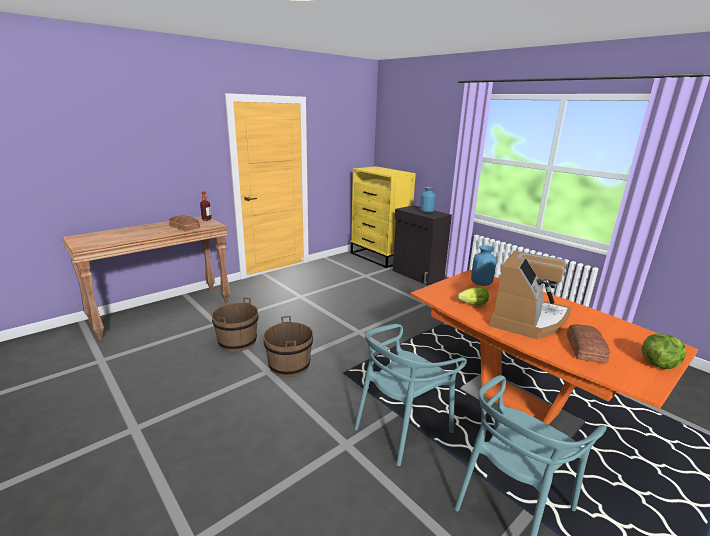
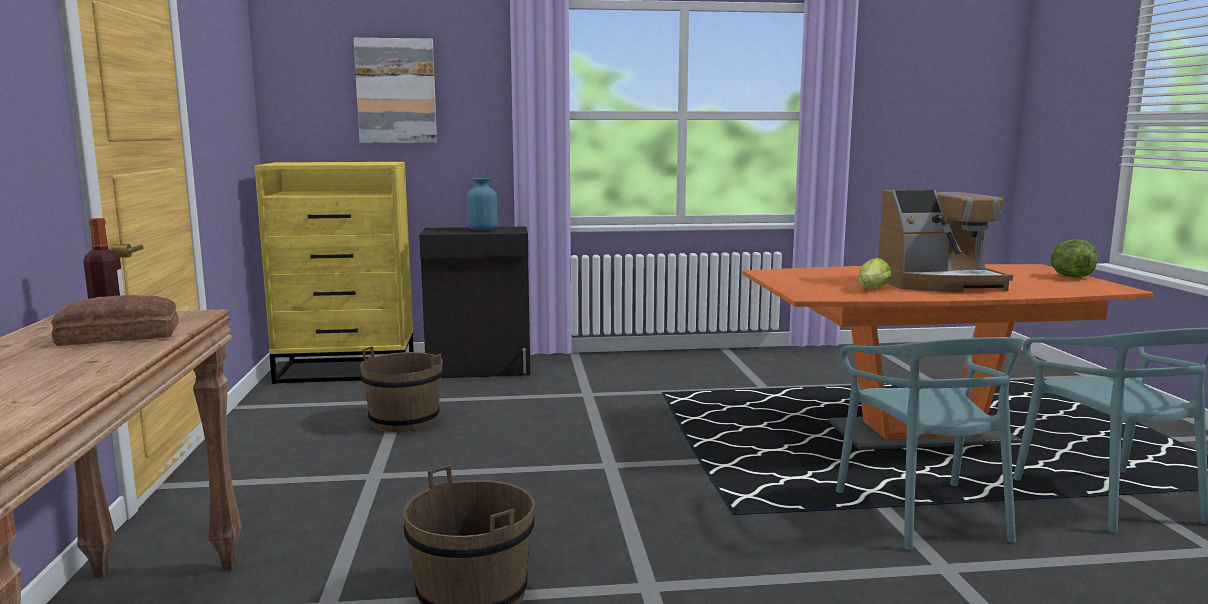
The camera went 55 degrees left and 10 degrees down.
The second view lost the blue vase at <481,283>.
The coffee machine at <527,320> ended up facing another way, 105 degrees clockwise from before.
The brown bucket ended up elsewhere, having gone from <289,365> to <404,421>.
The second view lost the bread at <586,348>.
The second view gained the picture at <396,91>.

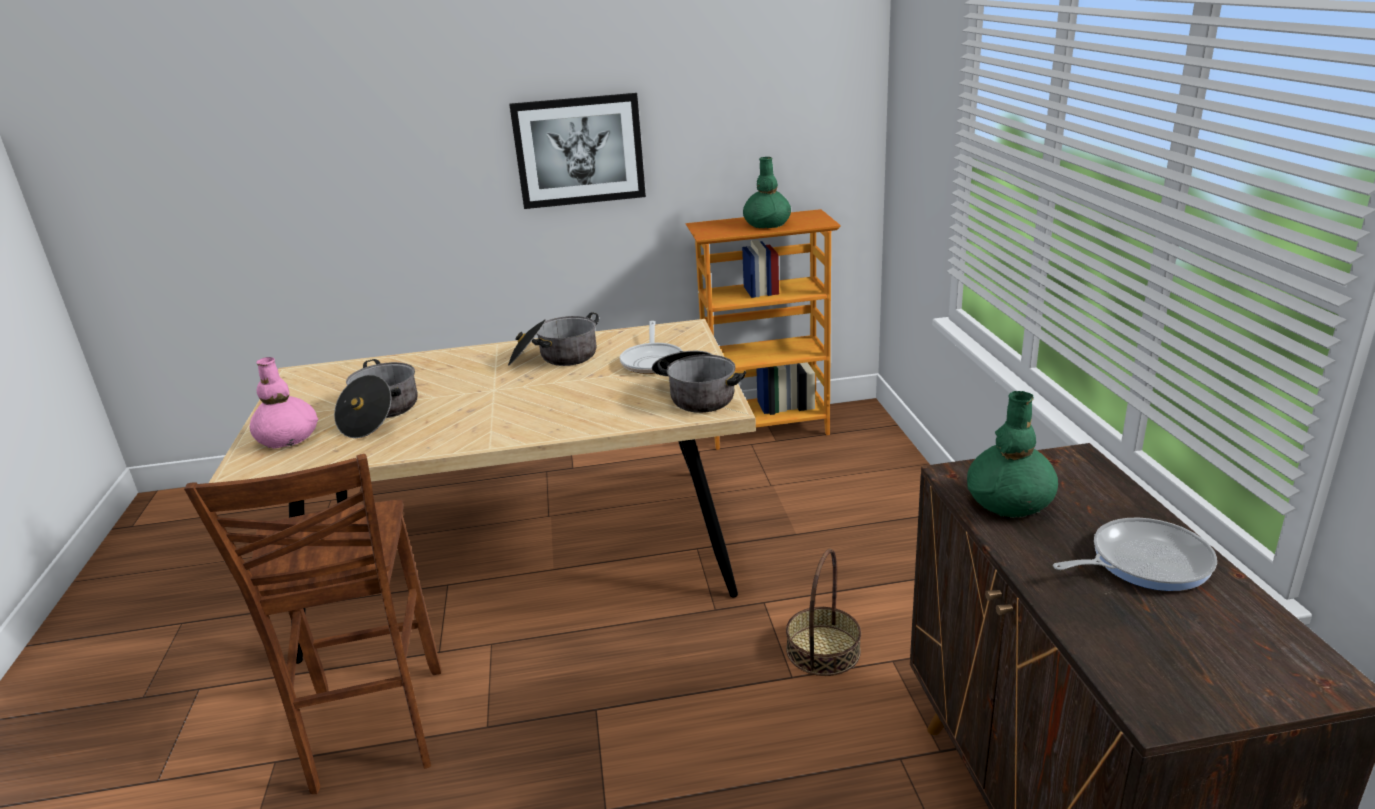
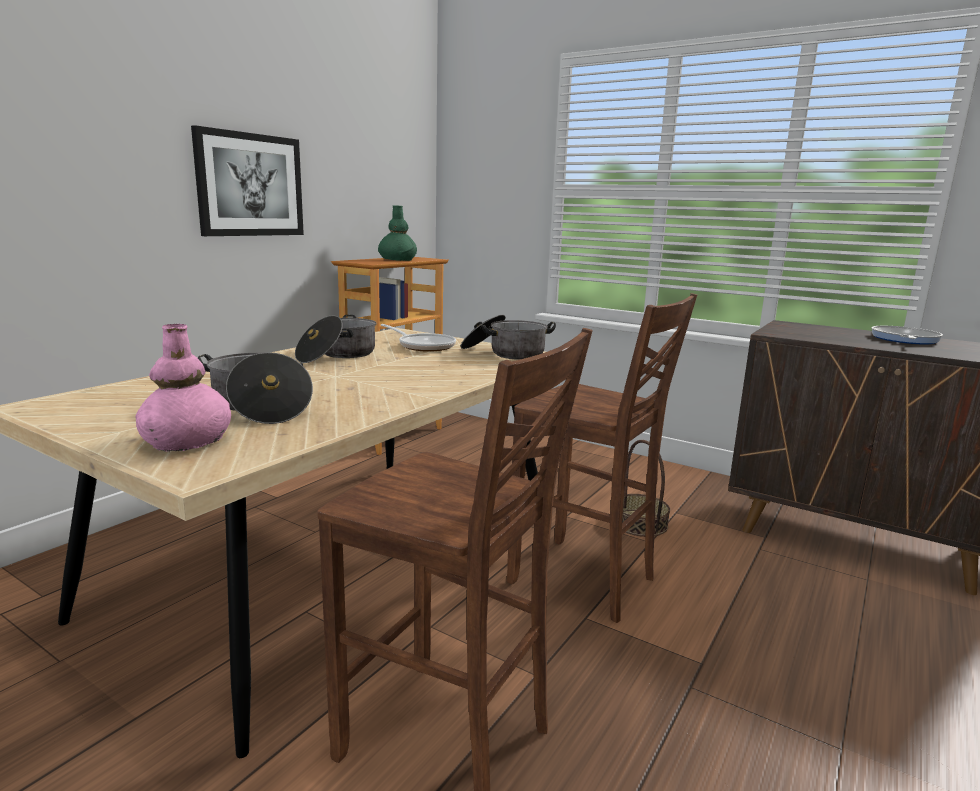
The camera went 50 degrees left and 10 degrees down.
The second view lost the green vase at <1010,501>.
The second view gained the brown stool at <585,581>.

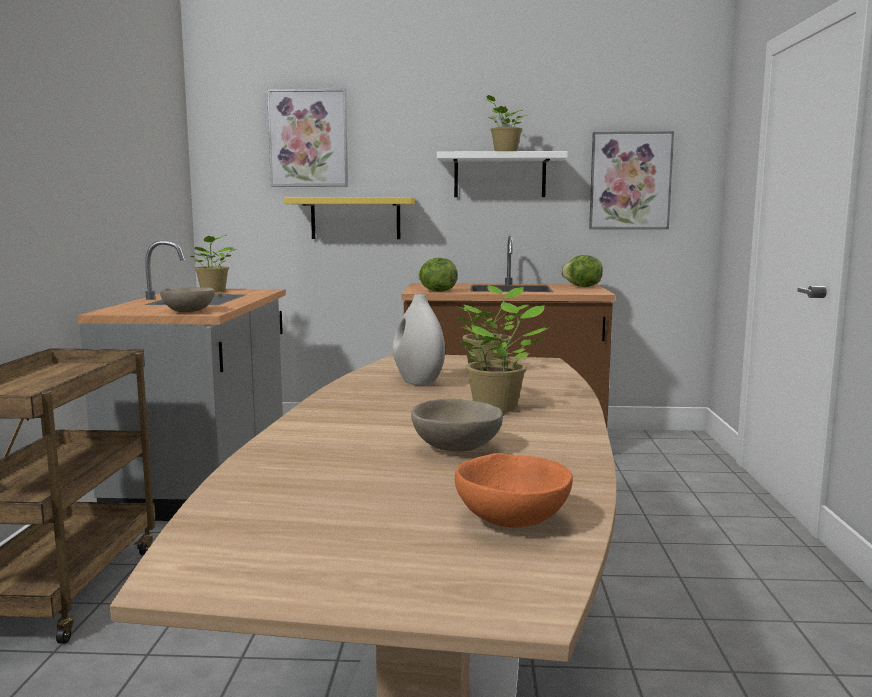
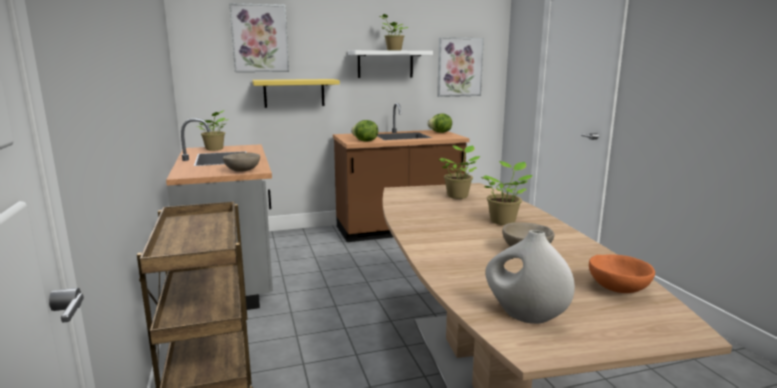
The camera went 20 degrees left and 5 degrees up.
The white vase ended up elsewhere, having gone from <417,382> to <524,316>.

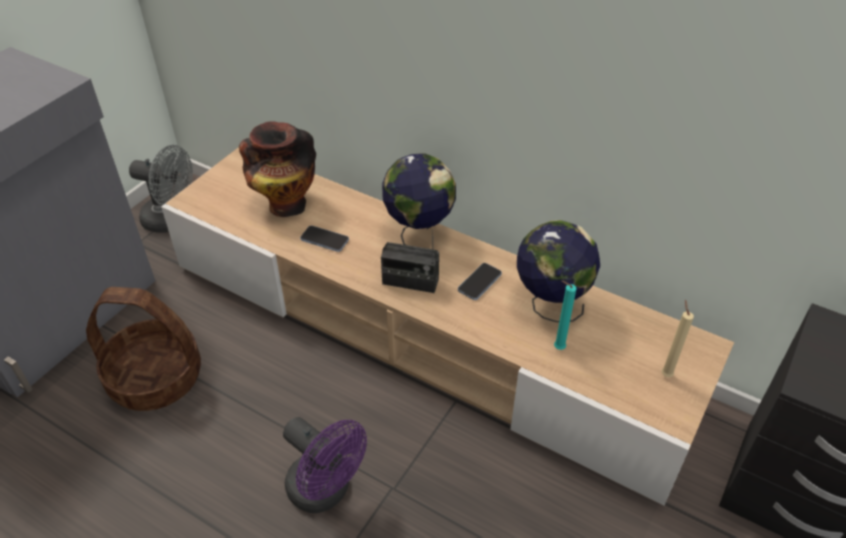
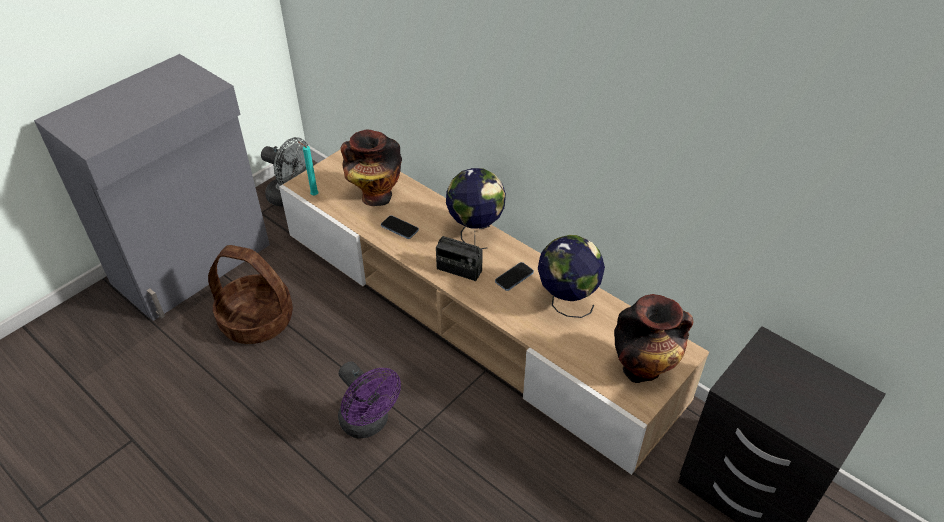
The camera went 10 degrees right and 0 degrees up.
The turquoise candle ended up elsewhere, having gone from <557,348> to <313,195>.
Where the beige candle stood at <665,374>, the vase came to stand at <644,368>.

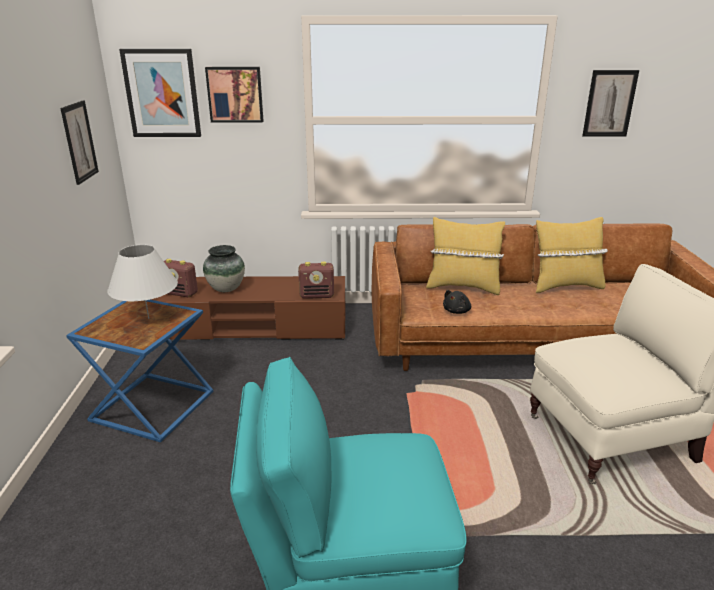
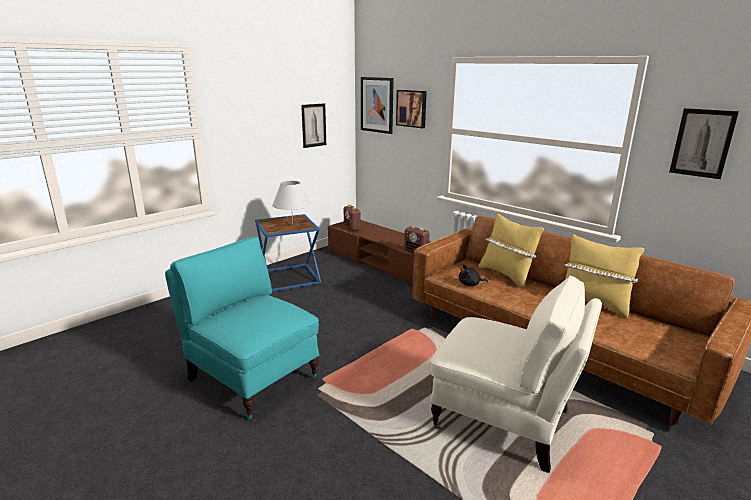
The camera went 45 degrees right and 5 degrees down.
The second view lost the vase at <226,289>.

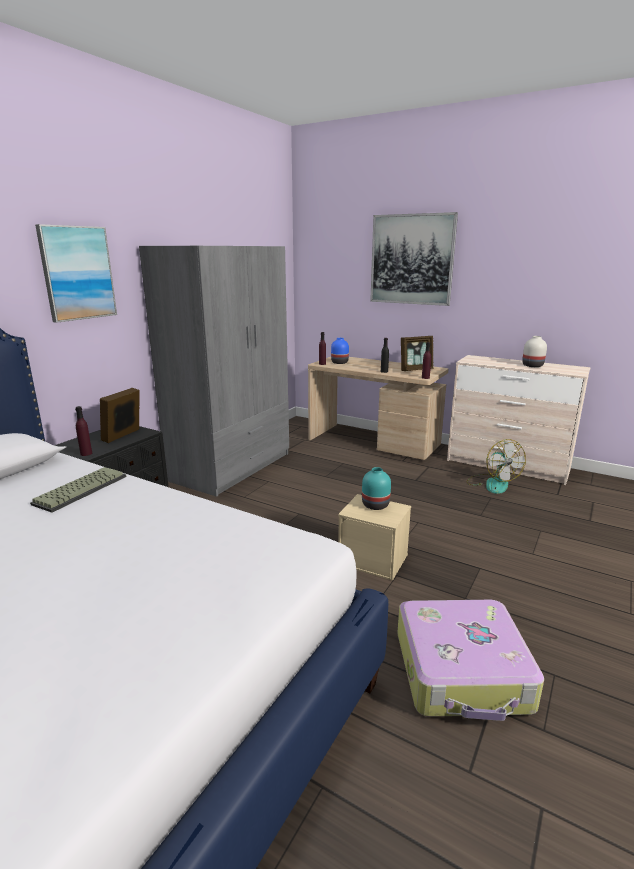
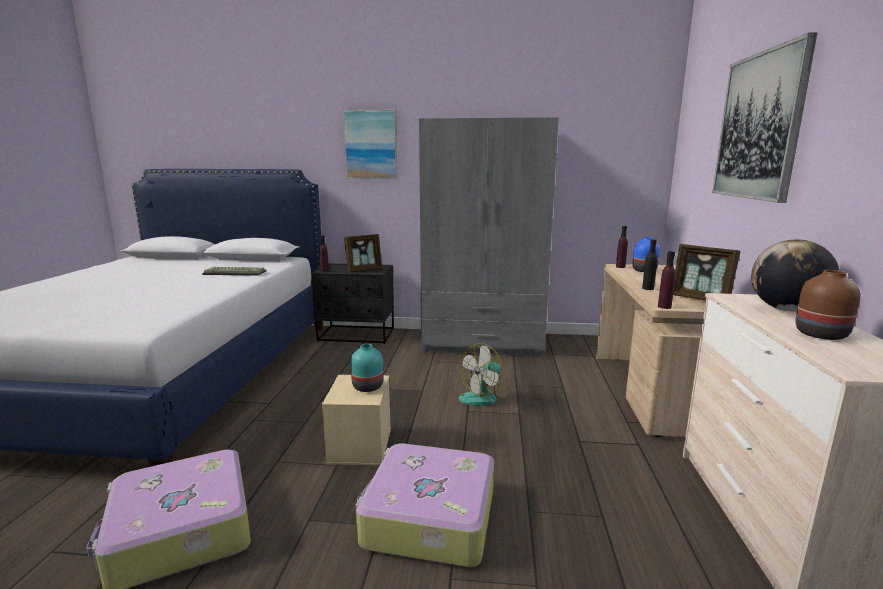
The camera went 65 degrees right and 5 degrees down.
What was the white vase at <532,365> turned into the brown vase at <819,334>.
The picture frame at <123,436> ended up facing another way, 150 degrees clockwise from before.
The fan ended up elsewhere, having gone from <492,483> to <485,397>.
The second view gained the globe at <786,309>.
The second view gained the suitcase at <428,518>.

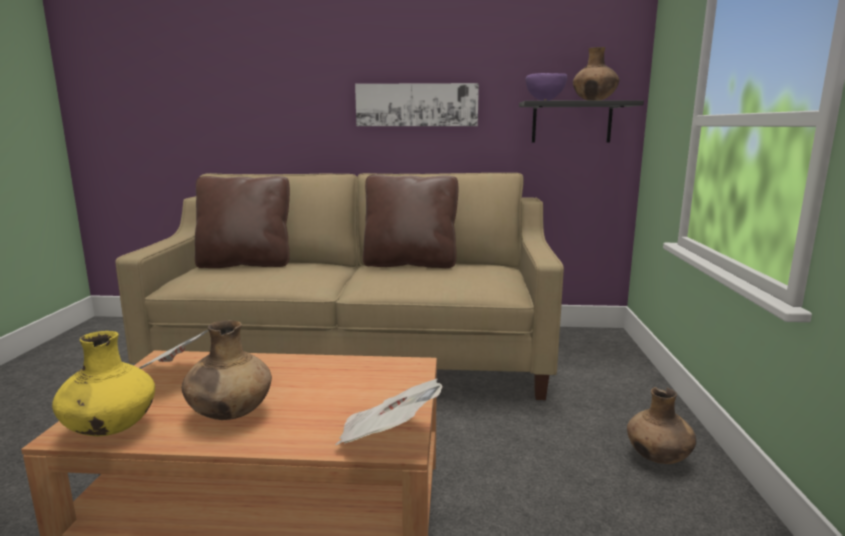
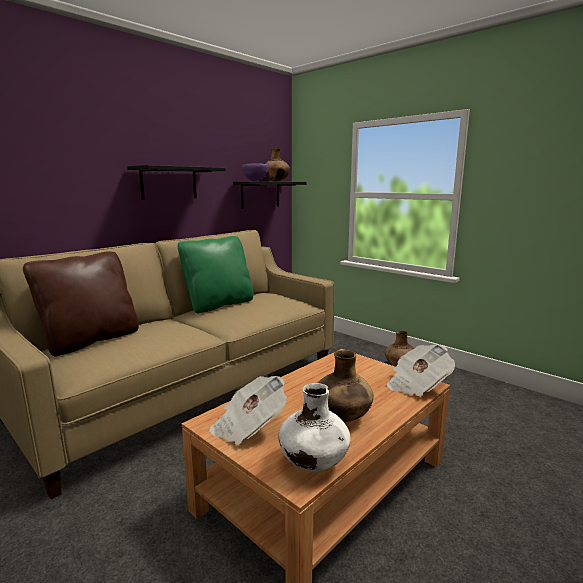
The camera went 50 degrees left and 0 degrees up.
Where the picture hung at <416,105>, the black shelf came to hang at <169,183>.
What was the brown pillow at <410,264> turned into the green pillow at <219,304>.
What was the yellow vase at <110,429> turned into the white vase at <313,463>.

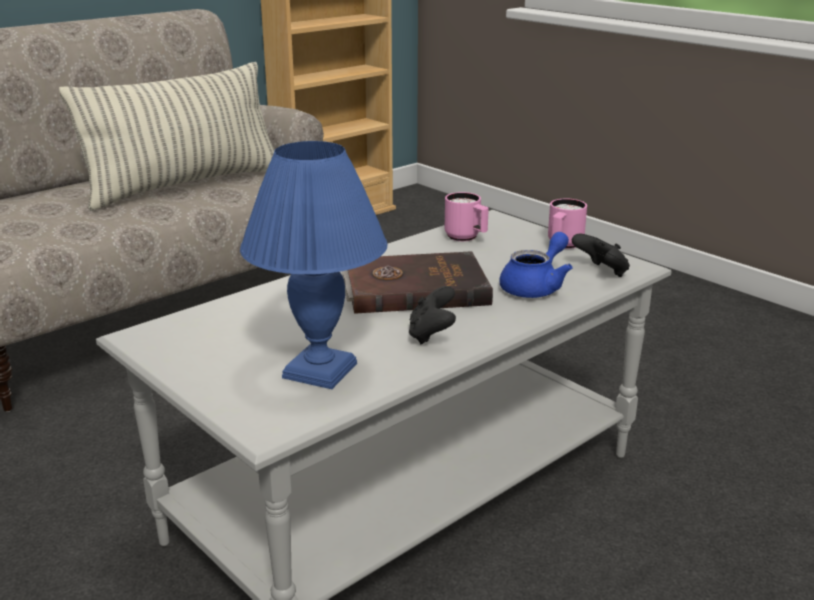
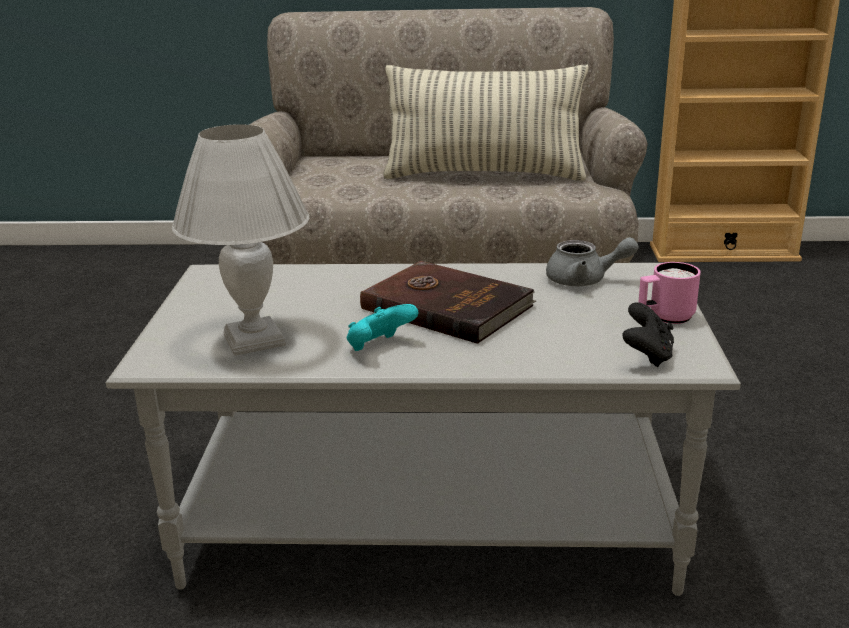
The camera went 45 degrees right and 0 degrees up.
What was the blue table lamp at <320,369> turned into the white table lamp at <256,339>.
Where the pink mug stood at <466,238>, the grey teapot came to stand at <585,280>.
The second view lost the blue teapot at <536,287>.
What was the black game controller at <431,335> turned into the turquoise game controller at <379,347>.

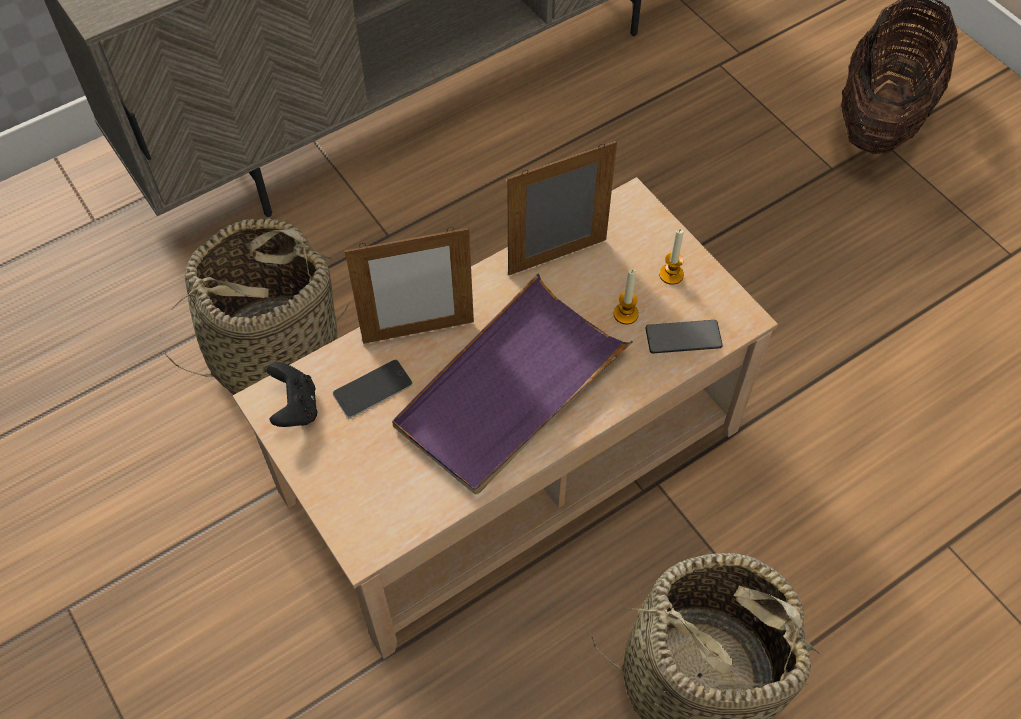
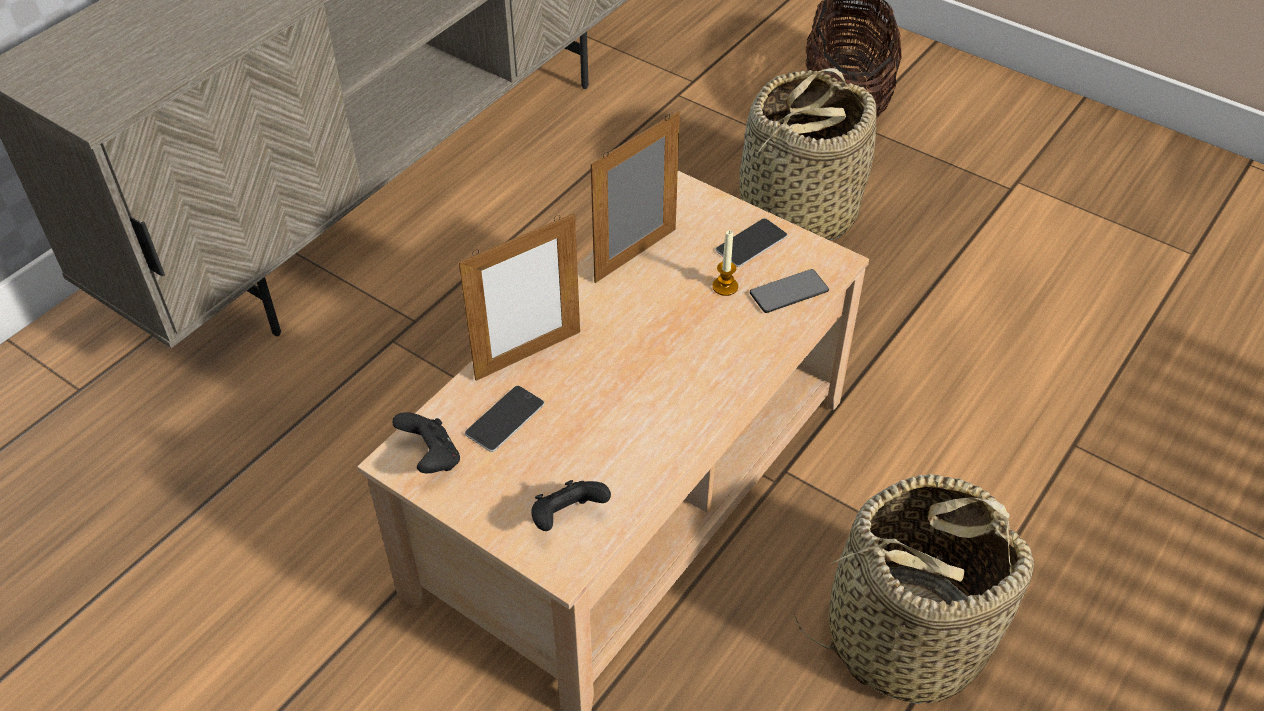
The camera went 20 degrees left and 10 degrees down.
The basket ended up elsewhere, having gone from <274,352> to <797,211>.
Where the candle stood at <671,274>, the phone came to stand at <751,243>.
The second view lost the purple tray at <510,388>.
The second view gained the black game controller at <567,518>.

